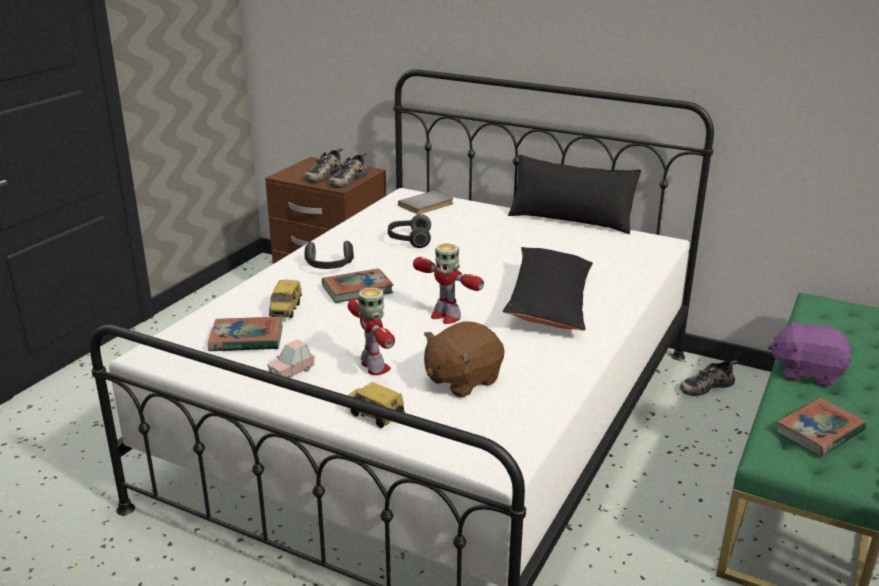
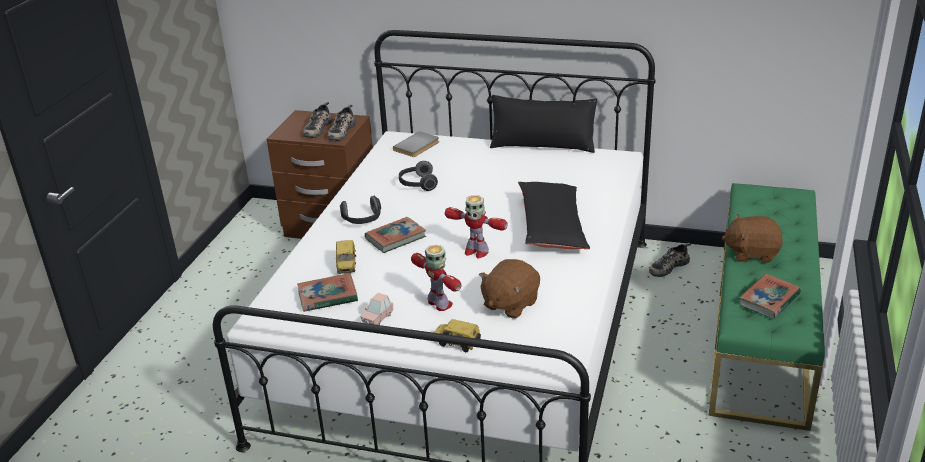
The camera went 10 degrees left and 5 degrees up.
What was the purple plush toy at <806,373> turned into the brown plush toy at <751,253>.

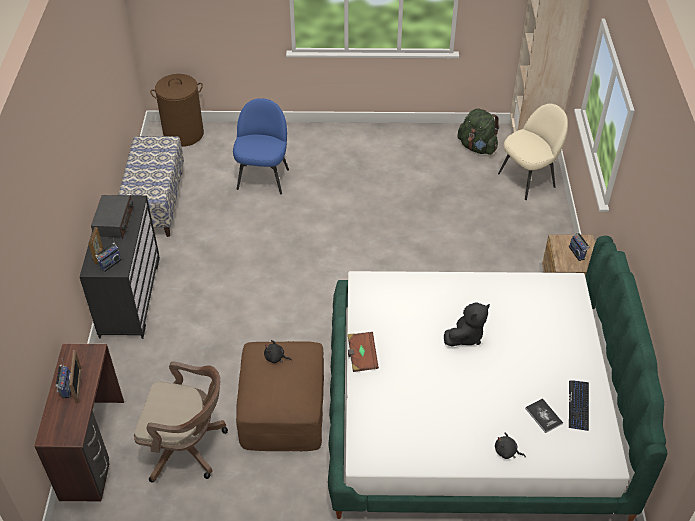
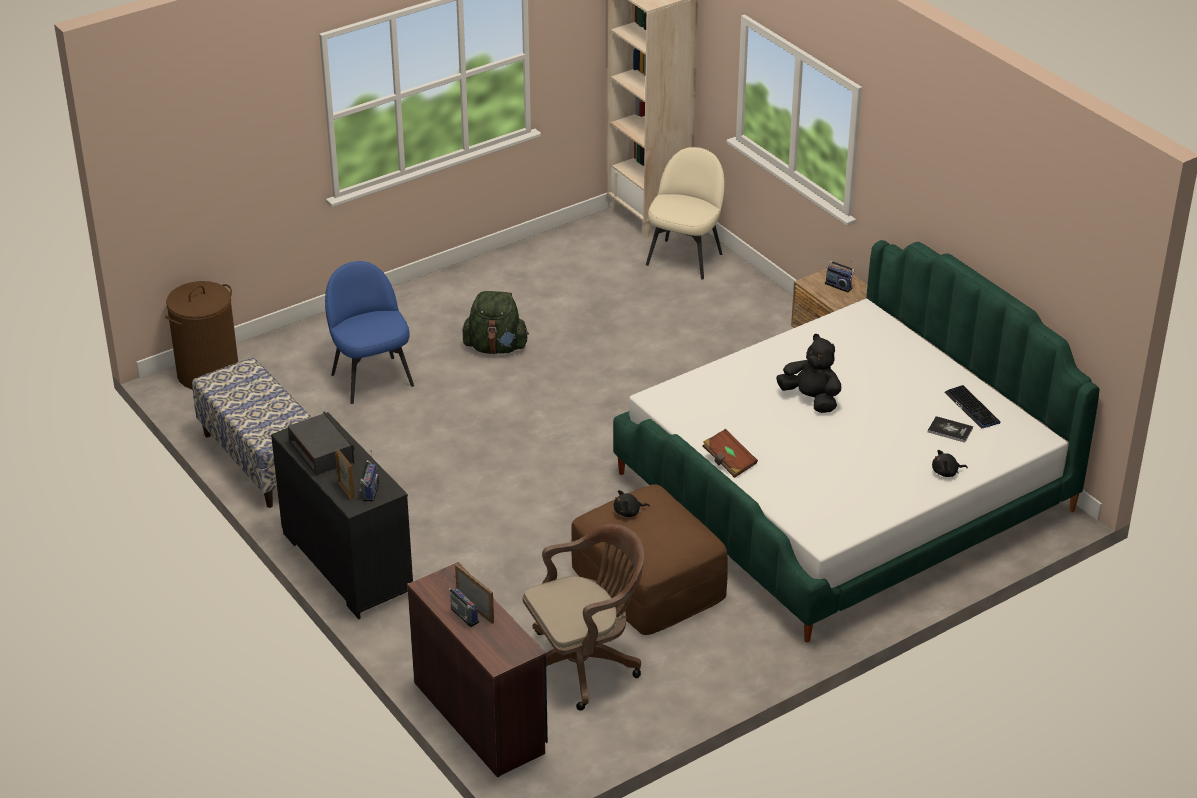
The camera went 35 degrees left and 10 degrees down.
The green backpack ended up elsewhere, having gone from <477,147> to <496,347>.
The black plush toy at <465,336> ended up facing another way, 60 degrees counterclockwise from before.

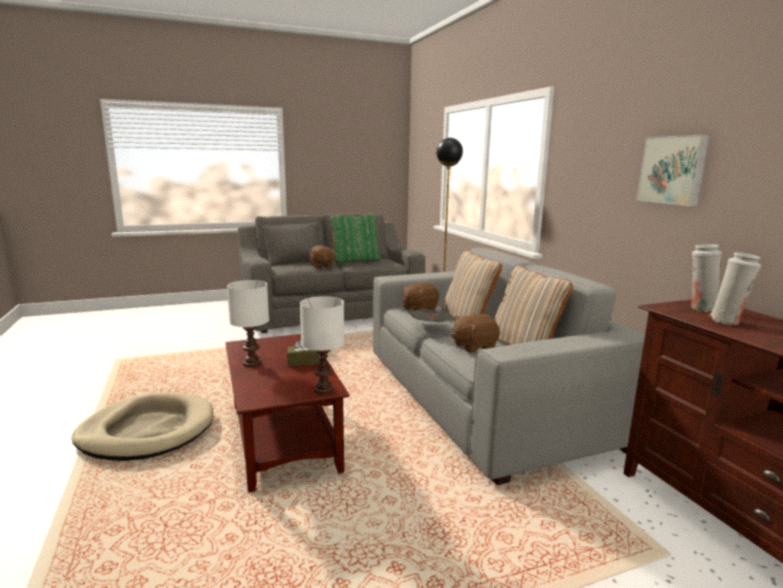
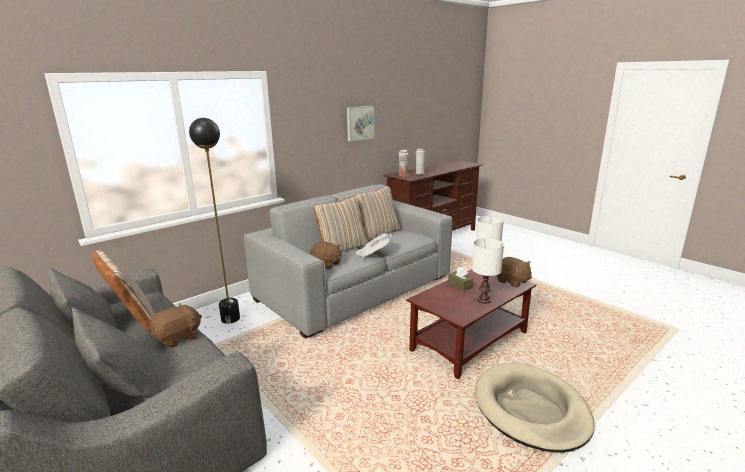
The camera went 110 degrees left and 5 degrees up.
What was the green pillow at <355,261> turned into the beige pillow at <133,322>.
The brown plush toy ended up elsewhere, having gone from <473,346> to <512,281>.

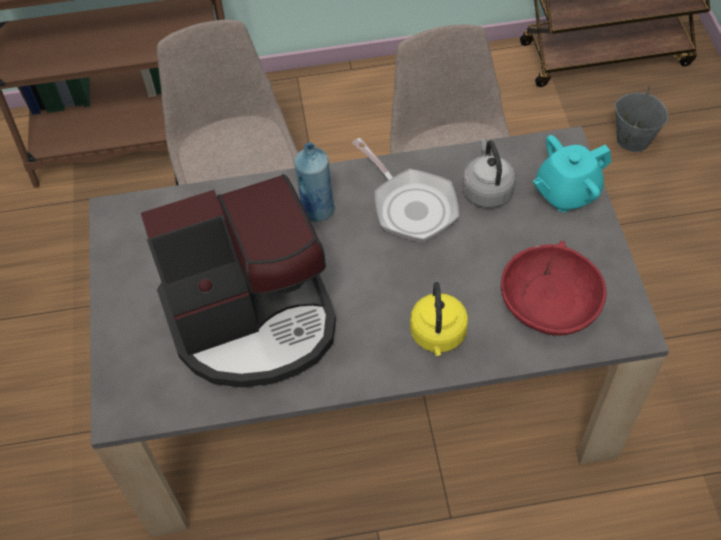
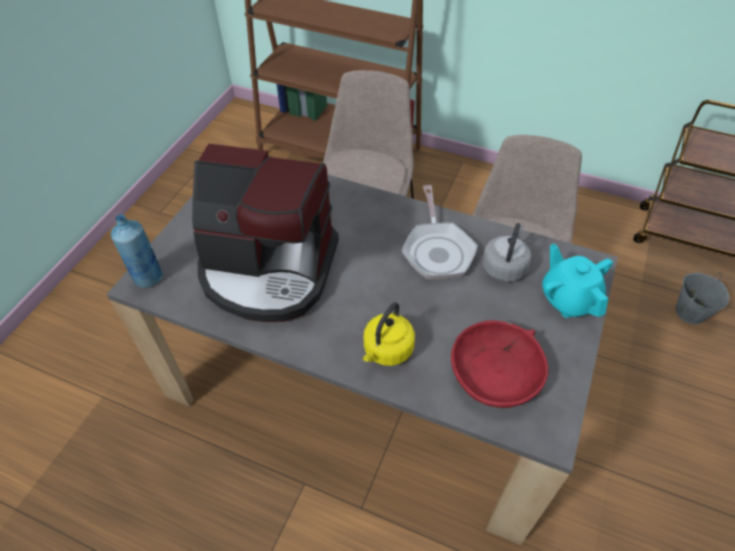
The camera went 30 degrees right and 5 degrees down.
The turquoise teapot at <566,192> ended up facing another way, 60 degrees clockwise from before.
The blue bottle ended up elsewhere, having gone from <317,210> to <148,277>.

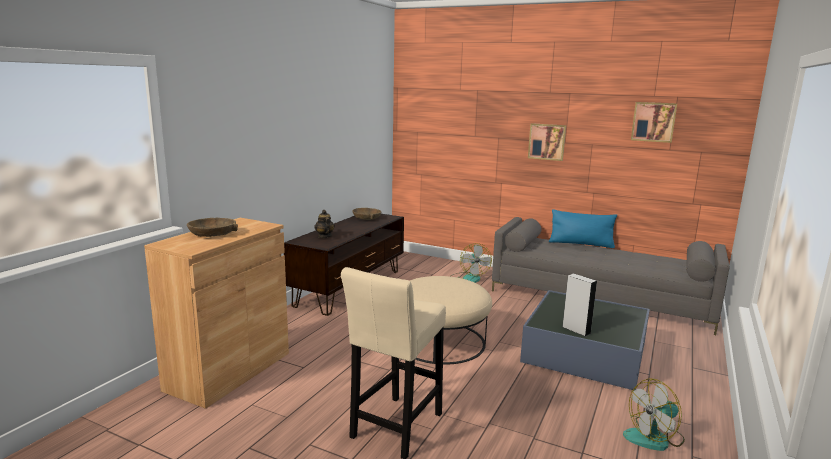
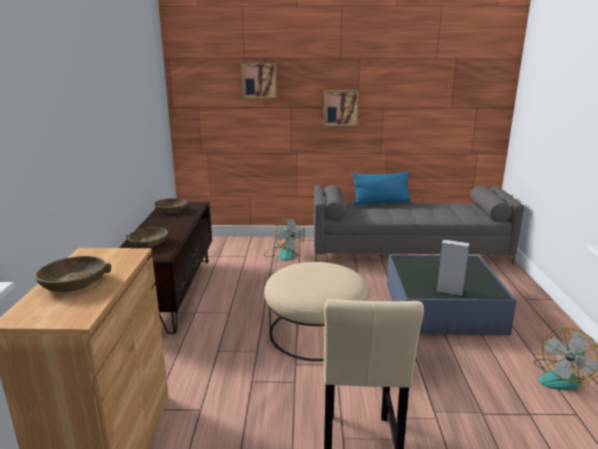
The camera went 25 degrees left and 5 degrees up.
The picture ended up elsewhere, having gone from <653,122> to <259,80>.
Where the teapot stood at <324,236>, the brown bowl came to stand at <148,243>.

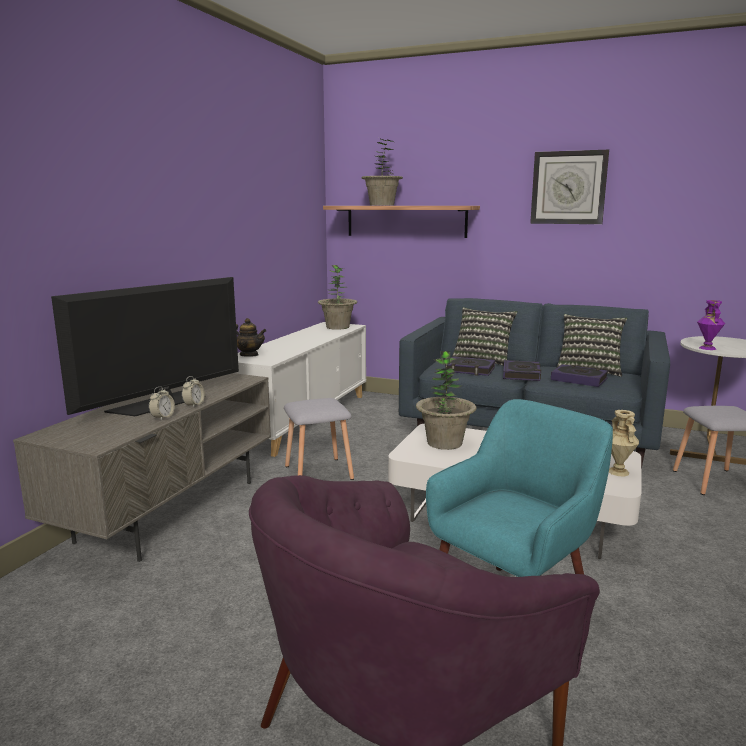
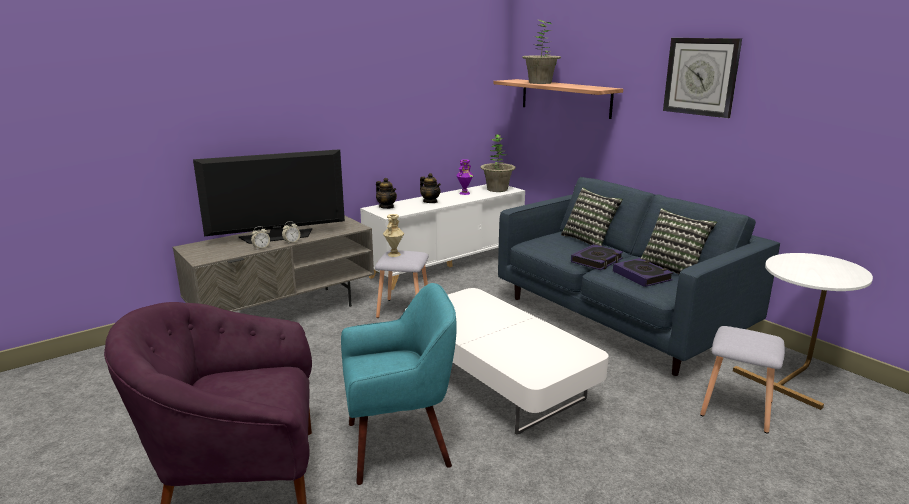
The camera went 30 degrees right and 5 degrees up.
The purple vase ended up elsewhere, having gone from <707,348> to <464,193>.
The second view lost the potted plant at <444,443>.
The second view lost the book at <469,370>.
The beige vase ended up elsewhere, having gone from <619,472> to <394,254>.
The second view gained the teapot at <430,201>.

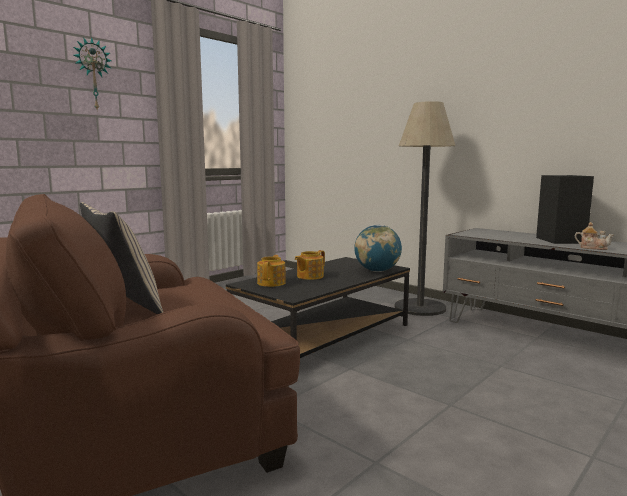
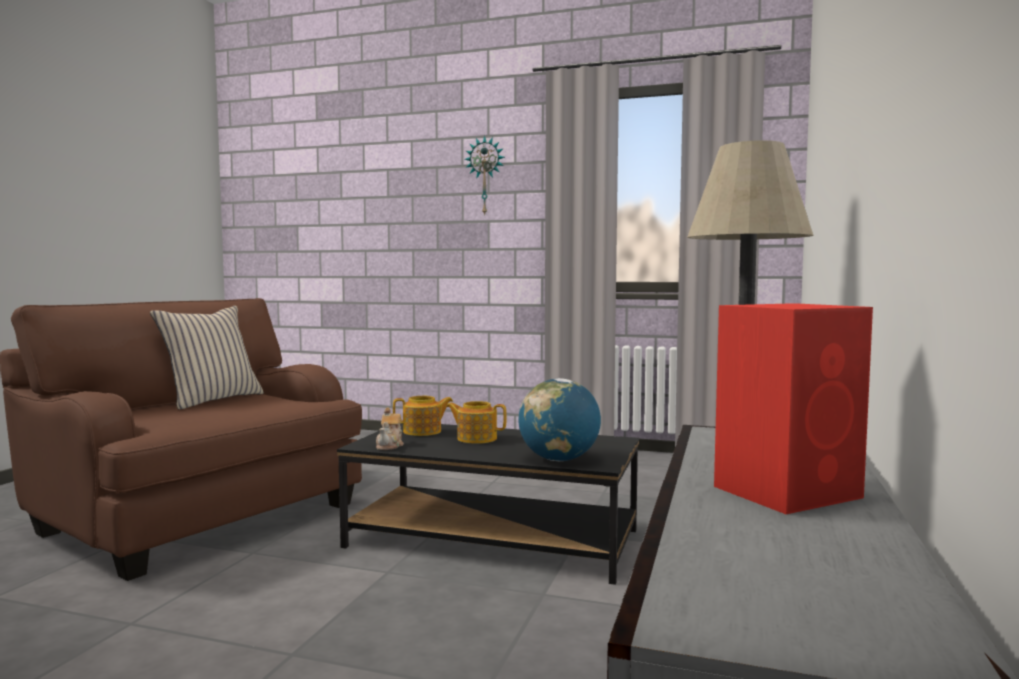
The camera went 65 degrees right and 5 degrees down.
What was the black speaker at <560,240> turned into the red speaker at <789,491>.
The teapot ended up elsewhere, having gone from <592,248> to <390,445>.

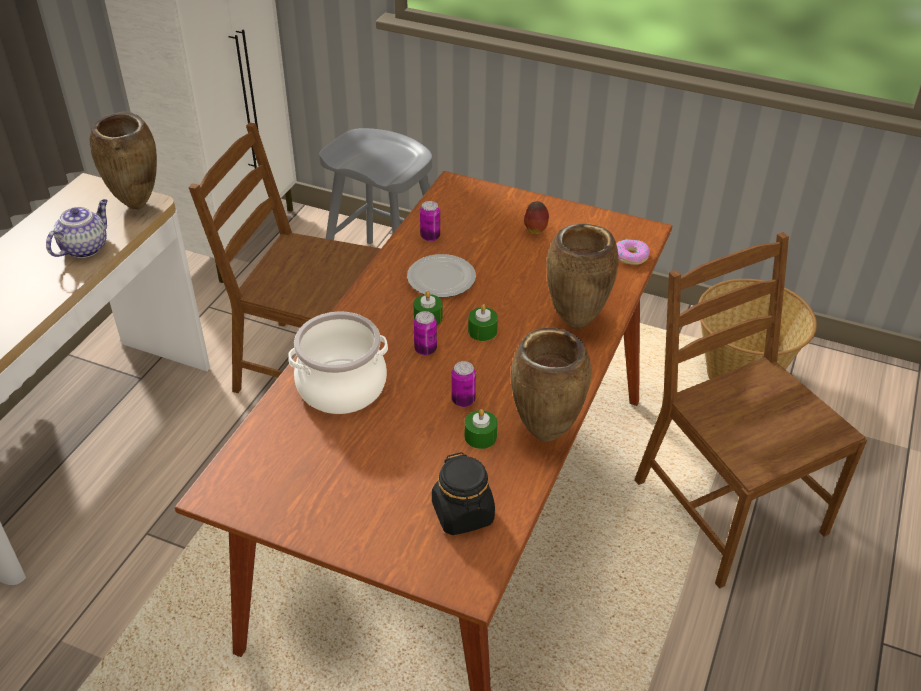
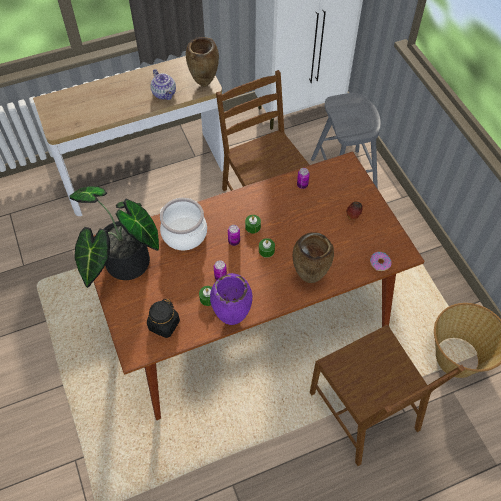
The camera went 45 degrees right and 15 degrees up.
The teapot at <85,247> ended up facing another way, 75 degrees clockwise from before.
The brown chair at <725,507> ended up facing another way, 135 degrees clockwise from before.
The second view lost the plate at <440,279>.
What was the brown vase at <544,435> turned into the purple vase at <231,318>.
The second view gained the potted plant at <122,265>.

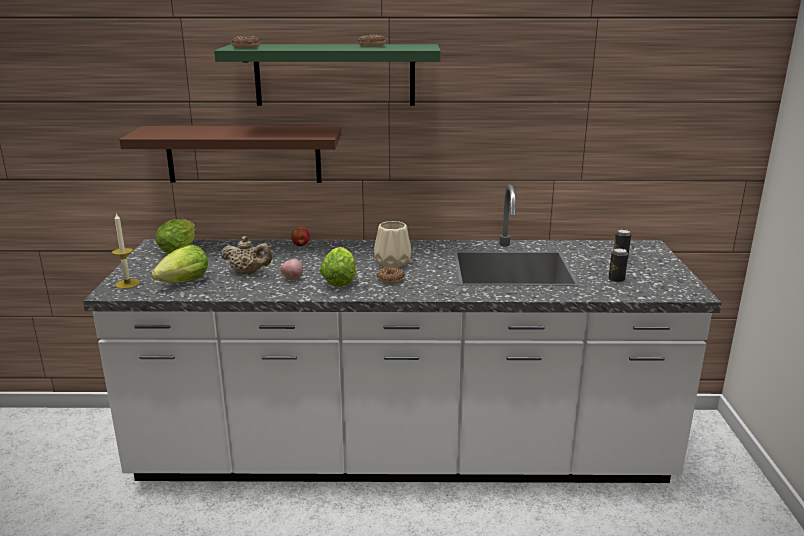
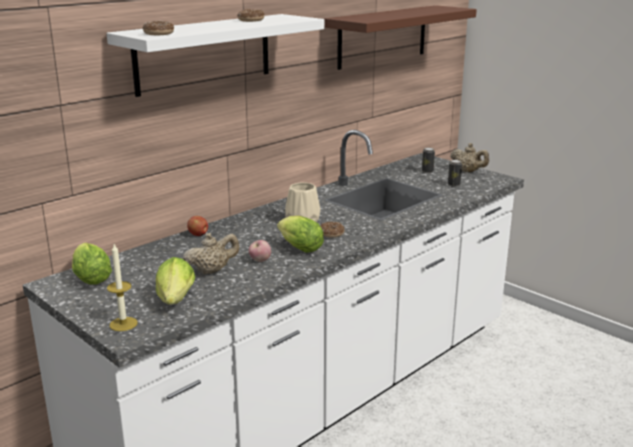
The camera went 45 degrees left and 0 degrees up.
What was the green shelf at <334,75> turned into the white shelf at <204,53>.
The brown shelf ended up elsewhere, having gone from <243,154> to <383,36>.
The second view gained the beige teapot at <468,171>.

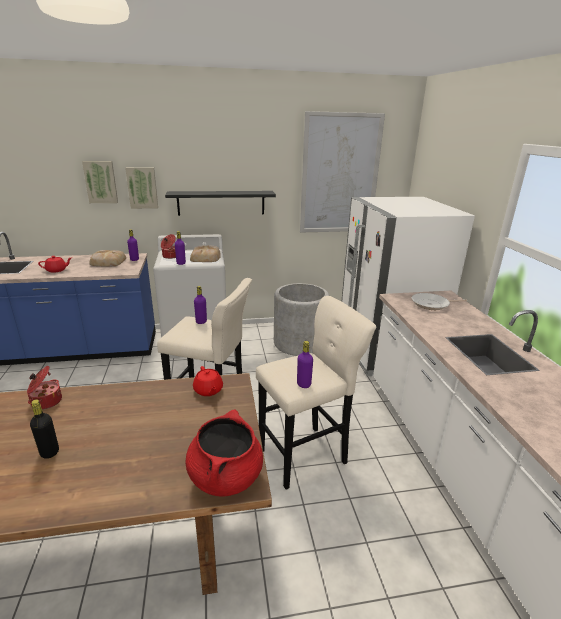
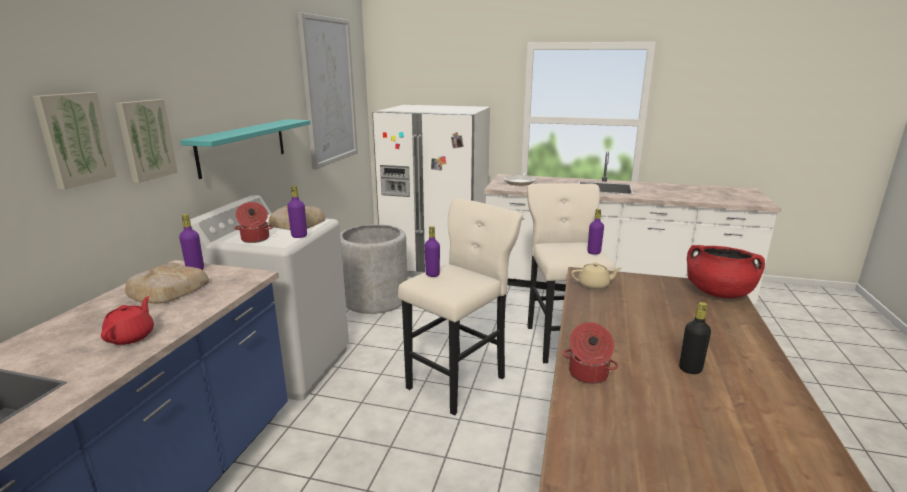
The camera went 65 degrees left and 5 degrees down.
What was the black shelf at <221,203> turned into the turquoise shelf at <243,146>.
What was the red teapot at <208,390> turned into the beige teapot at <594,285>.

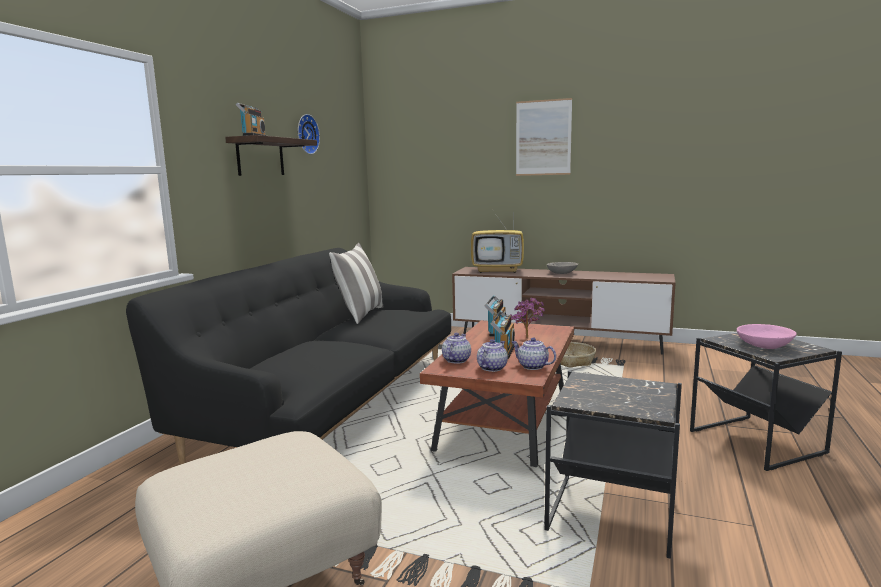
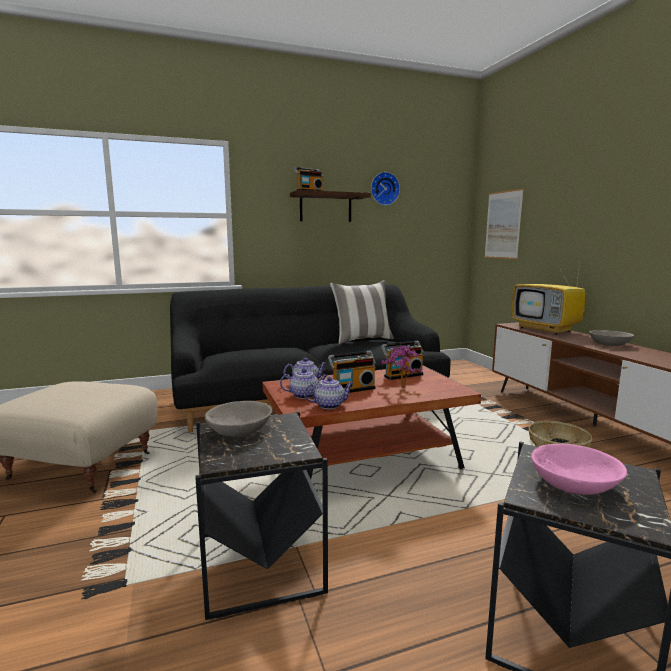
The camera went 50 degrees right and 0 degrees up.
The picture ended up elsewhere, having gone from <543,138> to <503,225>.
The teapot at <532,366> ended up facing another way, 75 degrees clockwise from before.
The second view gained the grey bowl at <239,430>.

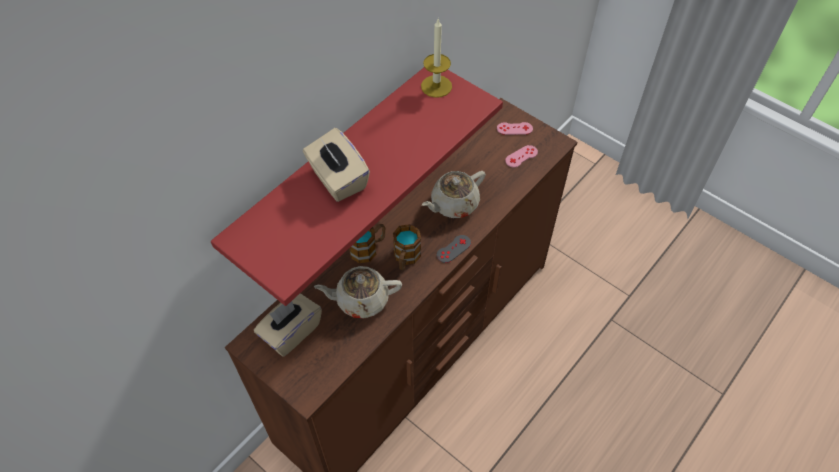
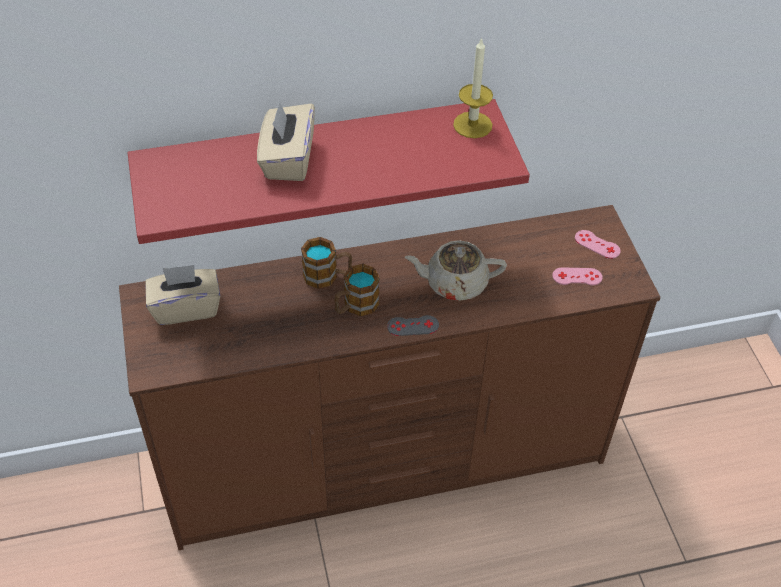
The camera went 35 degrees right and 5 degrees down.
The second view lost the beige teapot at <361,299>.

